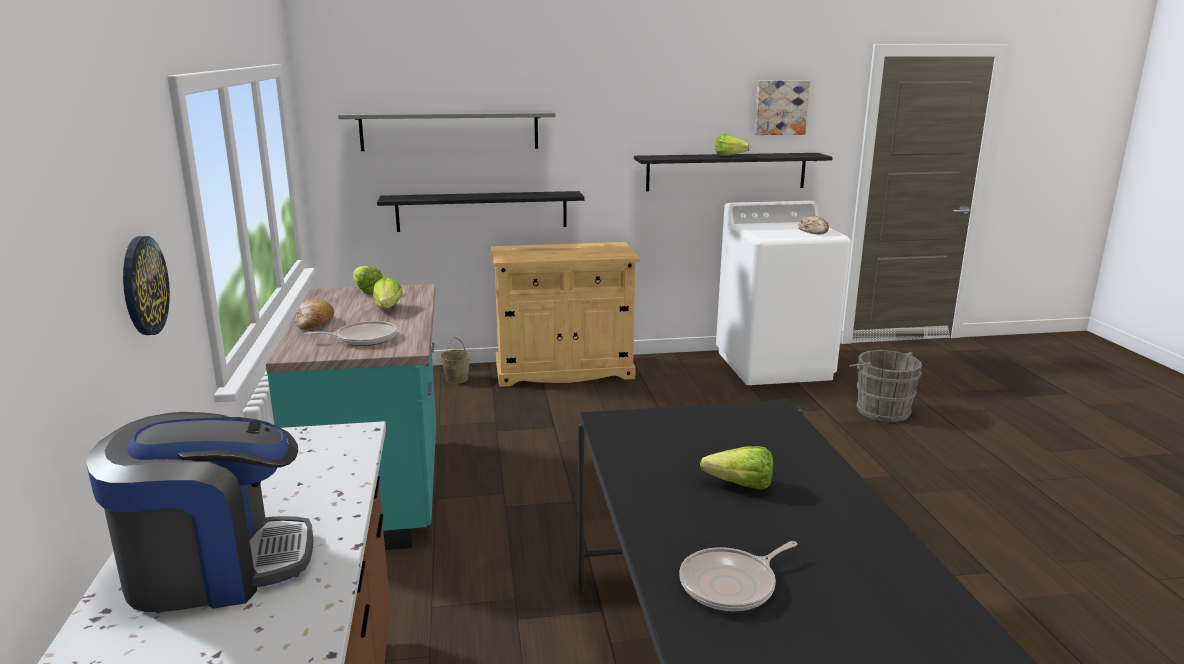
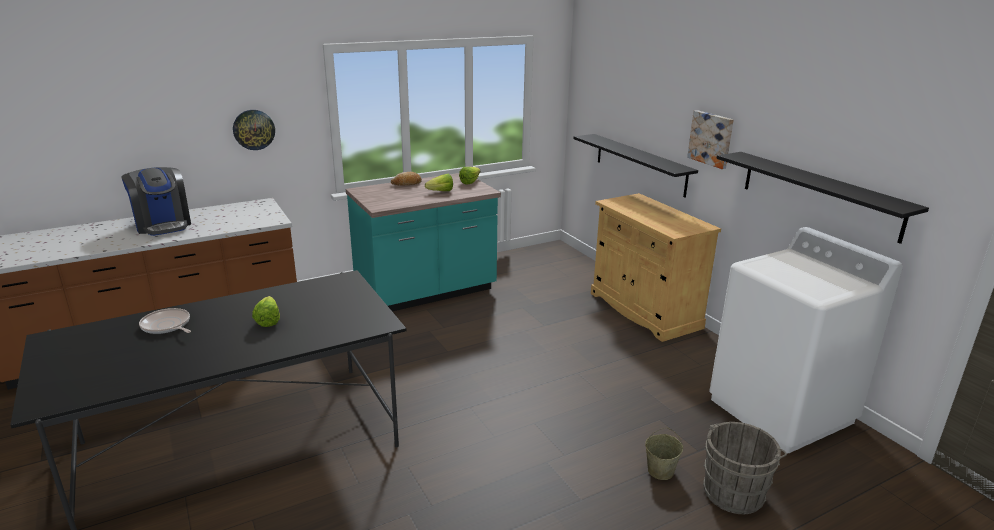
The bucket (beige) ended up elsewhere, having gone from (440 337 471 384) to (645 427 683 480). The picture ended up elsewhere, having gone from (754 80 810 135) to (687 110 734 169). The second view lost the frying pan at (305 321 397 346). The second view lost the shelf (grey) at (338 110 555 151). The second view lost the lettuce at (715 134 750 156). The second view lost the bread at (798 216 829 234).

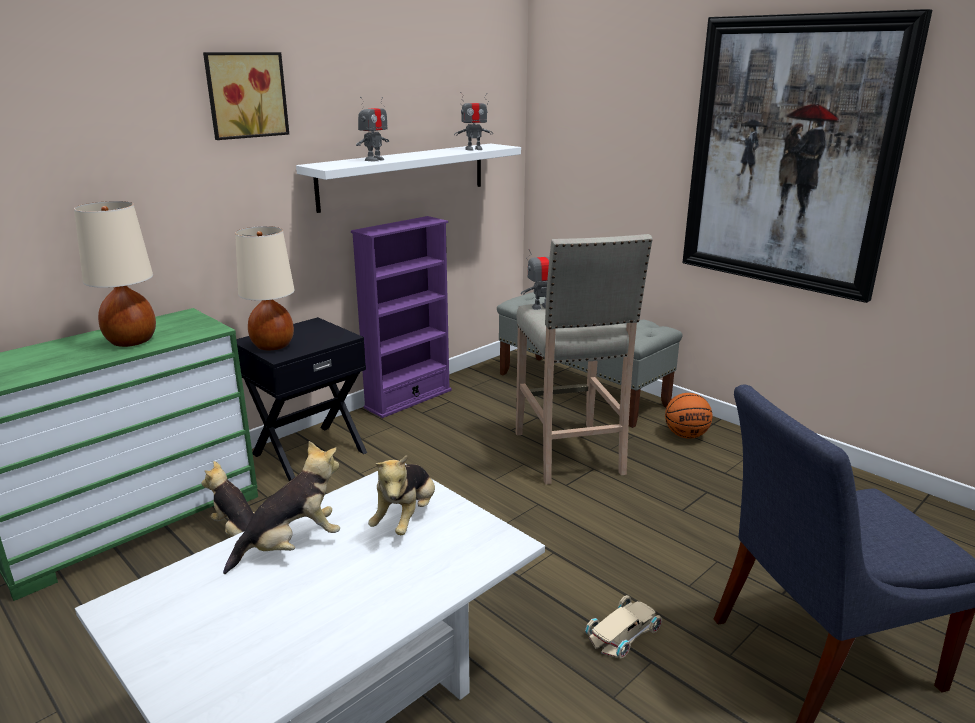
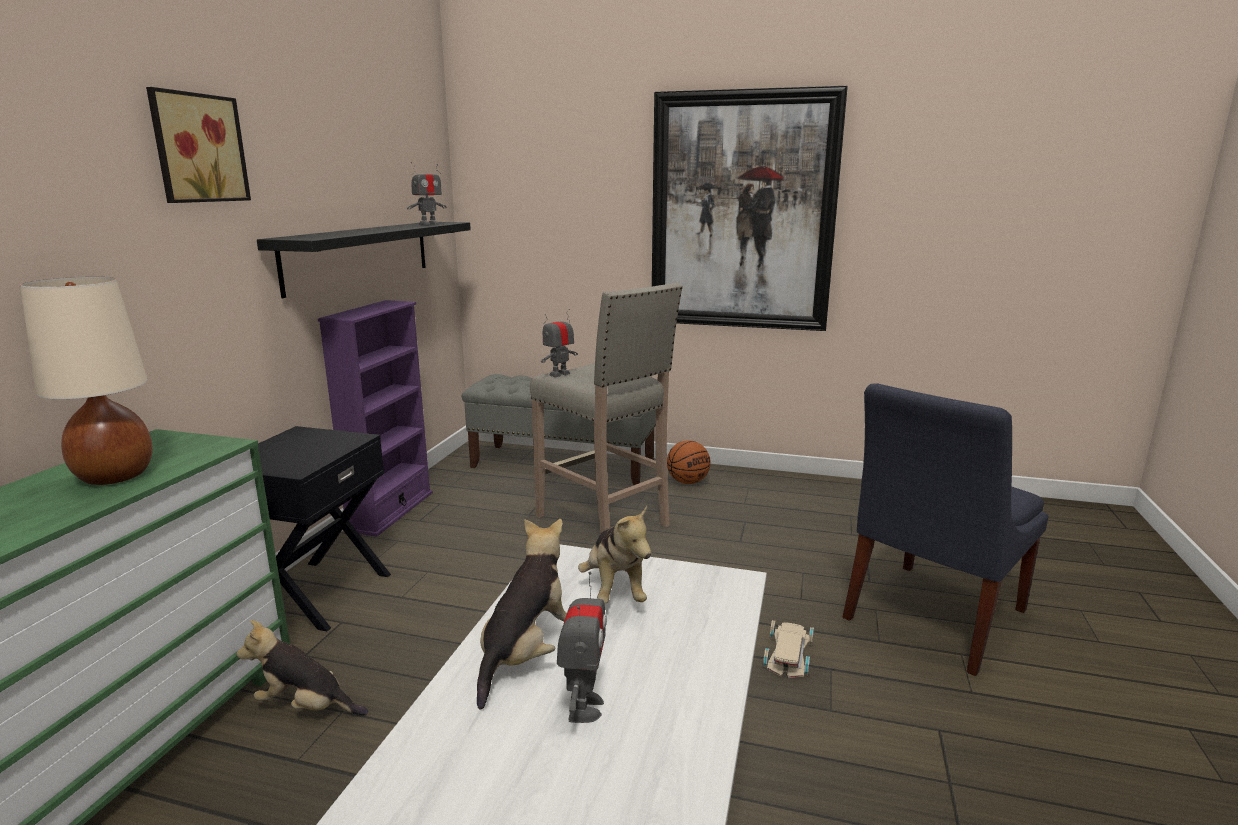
What was the shelf (white) at (296 144 521 213) turned into the shelf (black) at (257 222 471 298). The toy robot ended up elsewhere, having gone from (356 97 389 161) to (557 572 607 723). The second view lost the table lamp (beige) at (235 226 295 350).

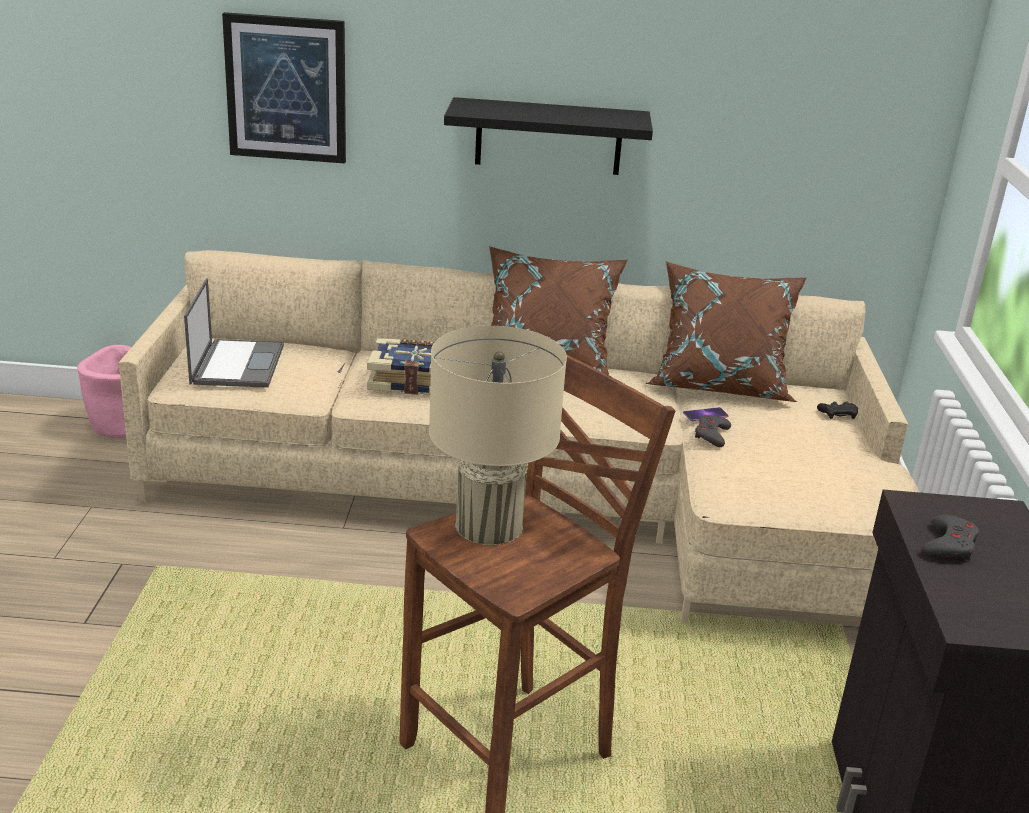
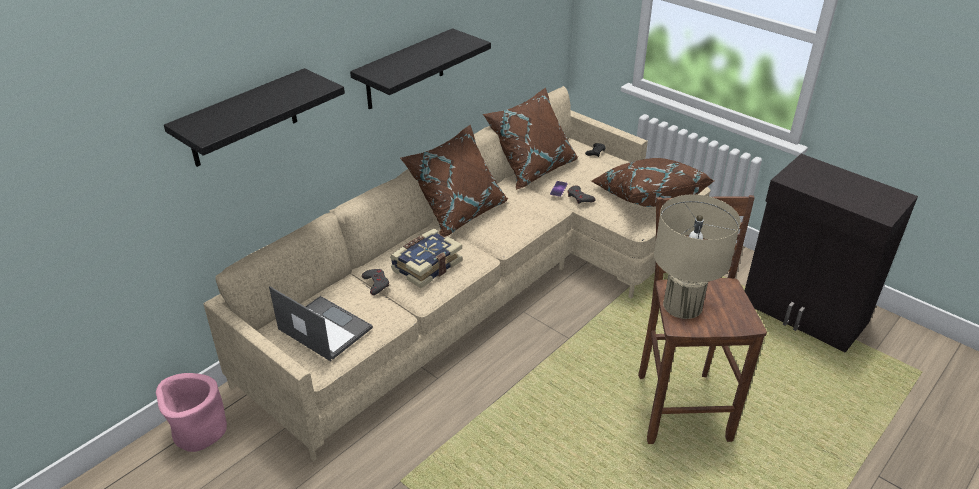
Where the picture hung at (222 12 346 163), the shelf (black) came to hang at (164 68 345 167). The game controller (grey) ended up elsewhere, having gone from (922 514 979 561) to (362 269 389 295). The second view gained the pillow (brown) at (591 158 714 207).

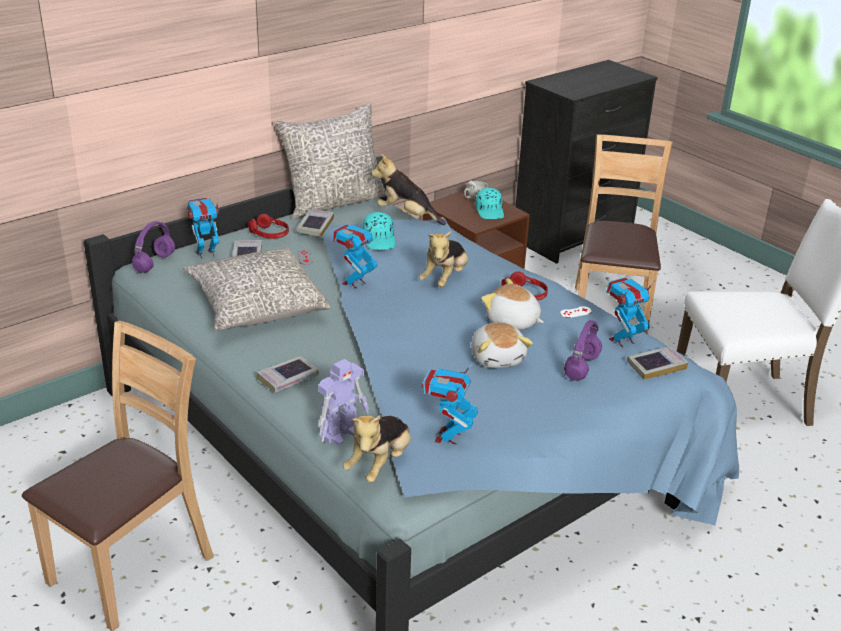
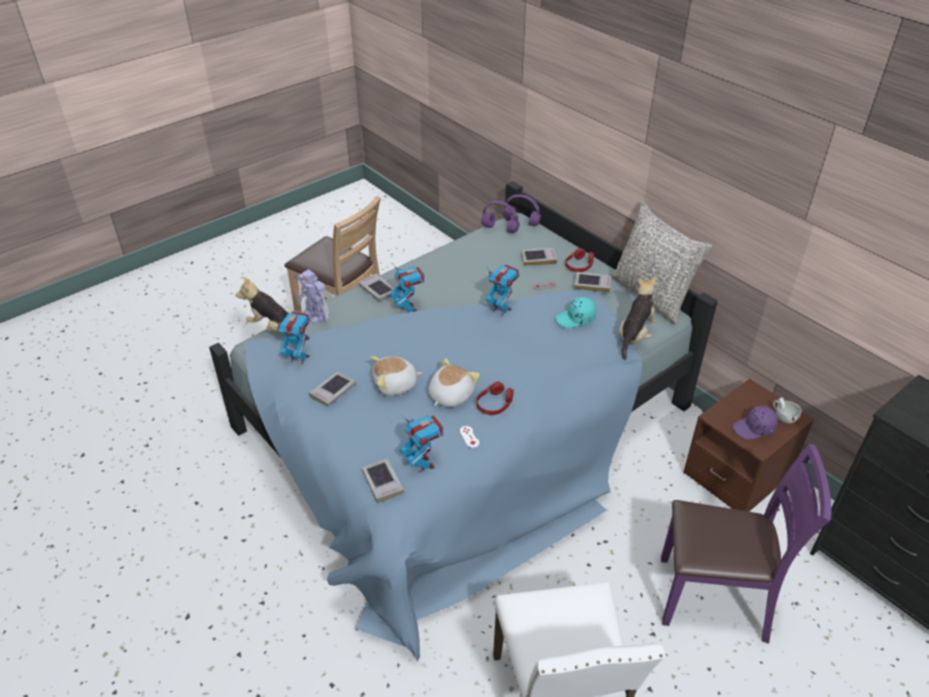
The second view gained the book at (309 372 356 407). The toy robot ended up elsewhere, having gone from (187 197 219 259) to (390 263 425 312). The headphones (purple) ended up elsewhere, having gone from (564 320 602 381) to (481 201 520 233). What was the chair (brown) at (575 134 673 334) turned into the chair (purple) at (661 444 831 644). What was the cap (turquoise) at (475 188 504 219) turned into the cap (purple) at (733 406 778 439). The second view lost the pillow (grey) at (183 247 330 331). The second view lost the plush toy at (419 231 468 287).

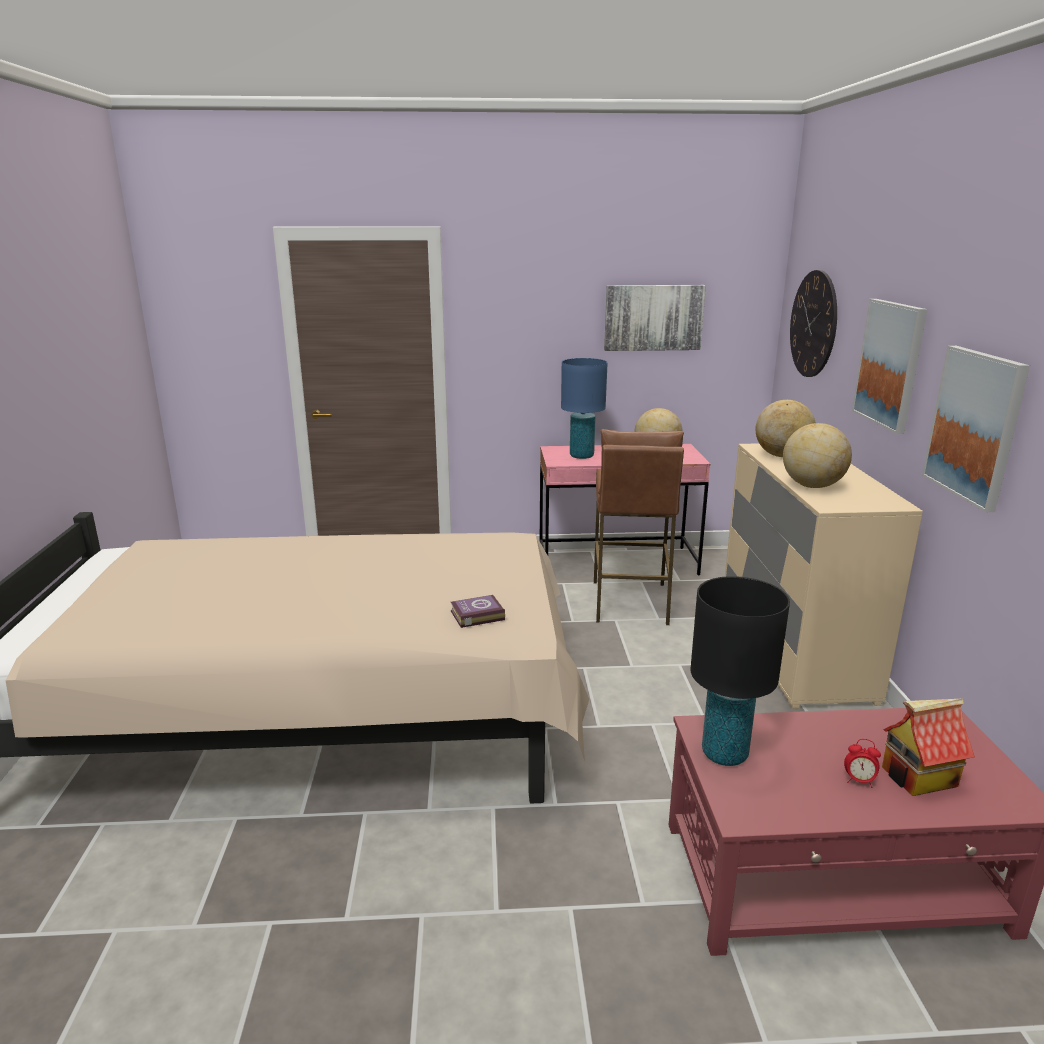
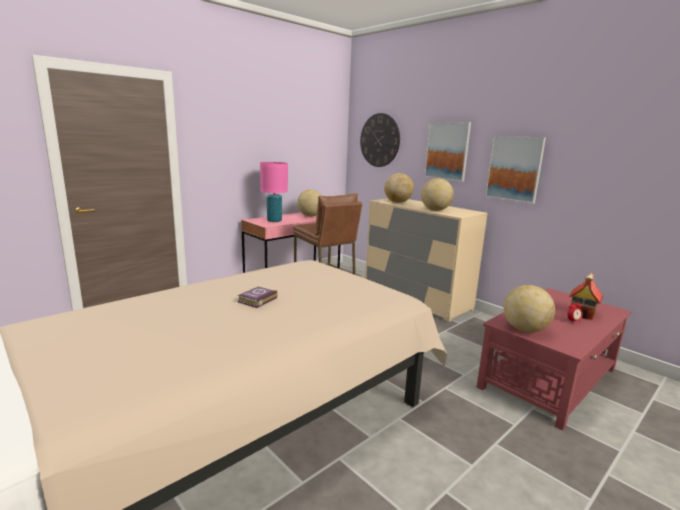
The book ended up elsewhere, having gone from (451 595 505 628) to (238 287 277 308). What was the table lamp (blue) at (561 358 608 459) turned into the table lamp (pink) at (260 162 288 222). Where the table lamp (black) stood at (691 576 790 766), the globe came to stand at (503 285 555 332). The second view lost the picture at (604 285 706 351).

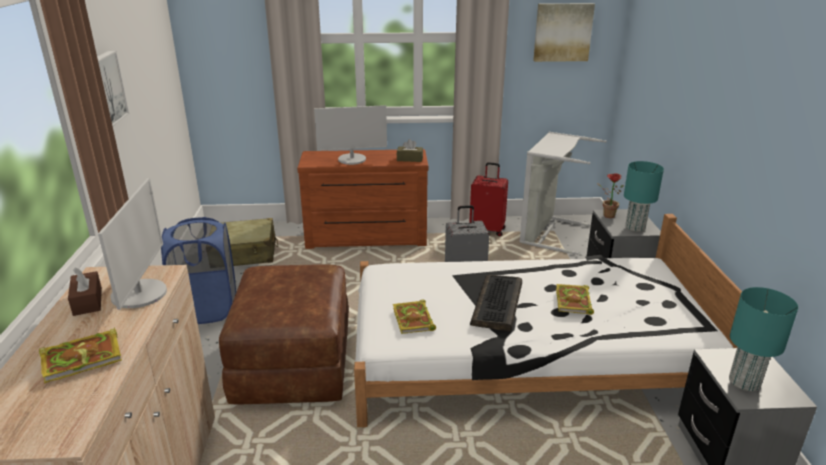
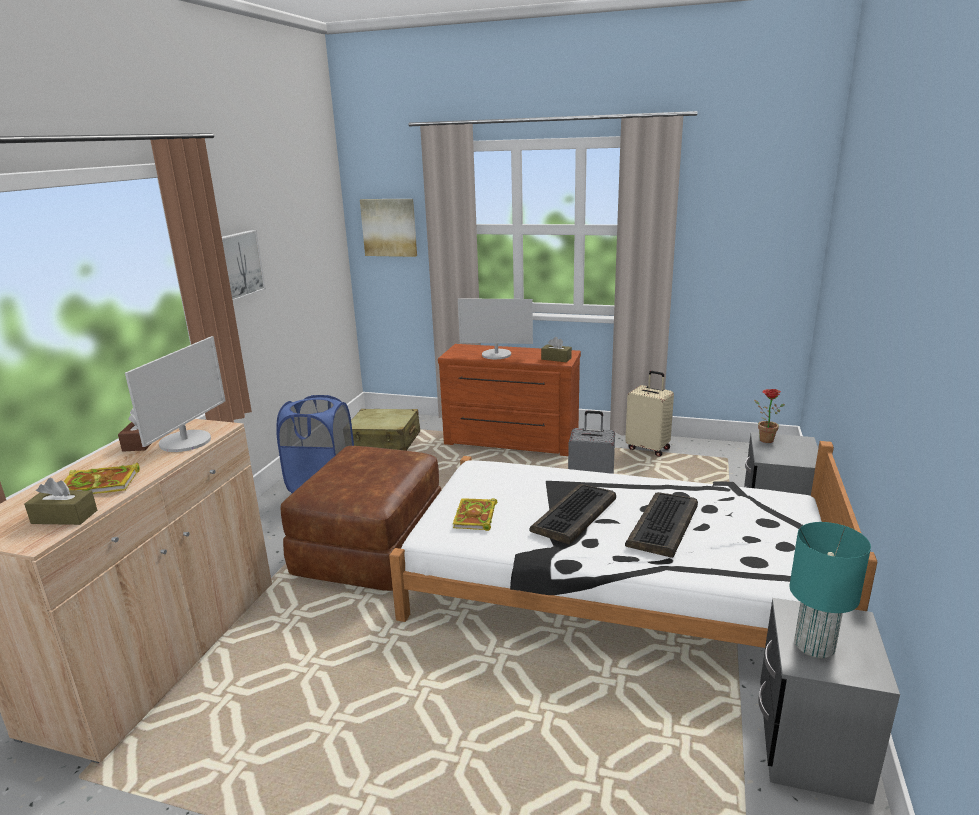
The second view gained the tissue box (brown) at (24 478 97 525). The picture ended up elsewhere, having gone from (533 3 595 62) to (360 199 417 257). What was the suitcase (red) at (469 162 508 236) turned into the suitcase (beige) at (625 371 674 457). Where the book stood at (556 284 594 315), the keyboard came to stand at (625 492 698 558). The second view lost the laundry basket (grey) at (519 132 607 255). The second view lost the table lamp (turquoise) at (624 161 664 232).

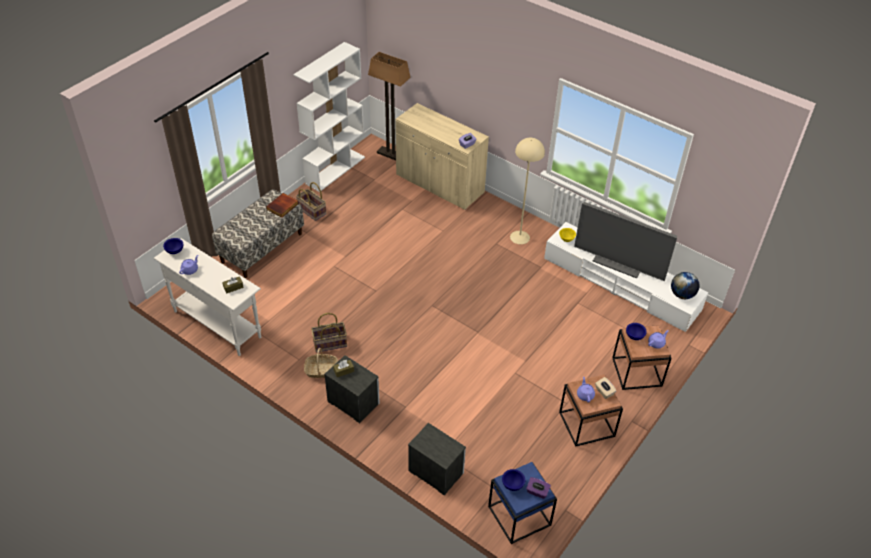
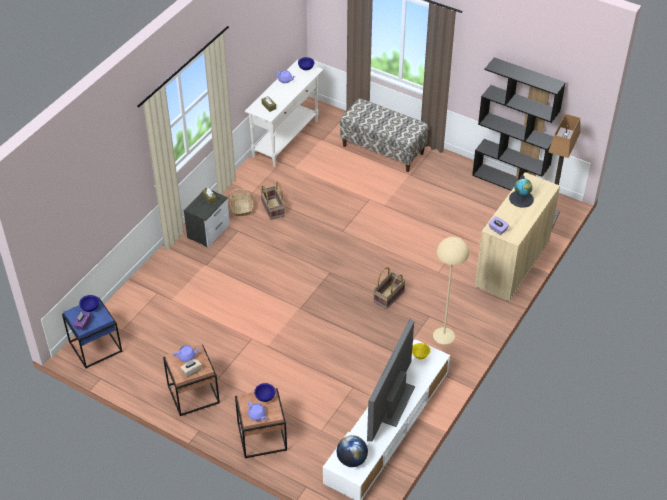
The basket ended up elsewhere, having gone from (296 182 326 221) to (374 267 406 309). What was the bookcase (white) at (293 42 365 192) turned into the bookcase (black) at (472 57 566 191). The second view gained the globe at (509 175 534 208). The second view lost the book at (266 193 299 217). The second view lost the nightstand at (408 423 466 496).

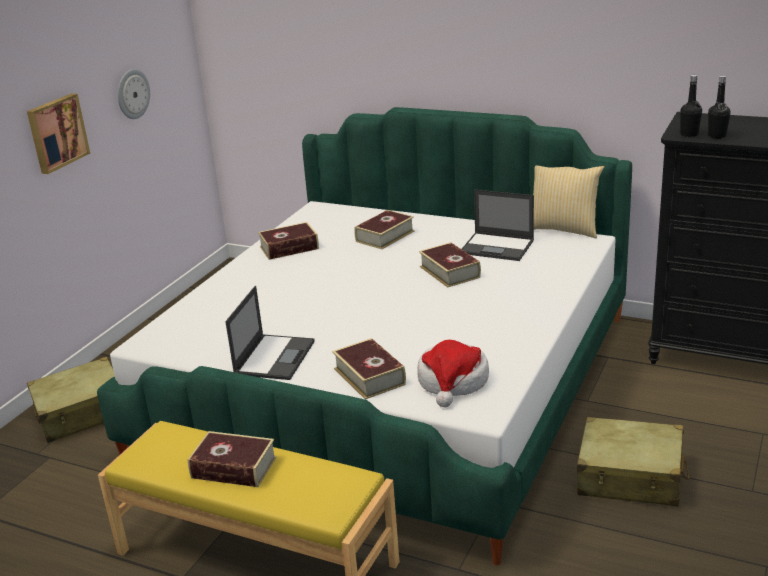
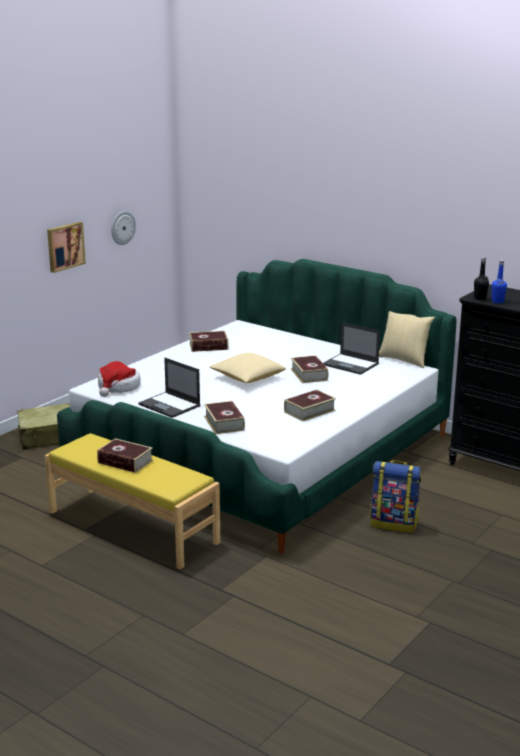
The hat ended up elsewhere, having gone from (417 340 489 407) to (98 361 141 397). The laptop at (225 286 315 380) ended up facing another way, 105 degrees clockwise from before. The second view gained the pillow at (210 352 286 383). The book ended up elsewhere, having gone from (354 210 415 249) to (284 390 336 421). Where the suitcase (beige) stood at (577 417 689 507), the backpack came to stand at (370 460 421 533). What was the bottle (black) at (708 76 731 139) turned into the bottle (blue) at (492 260 507 304).

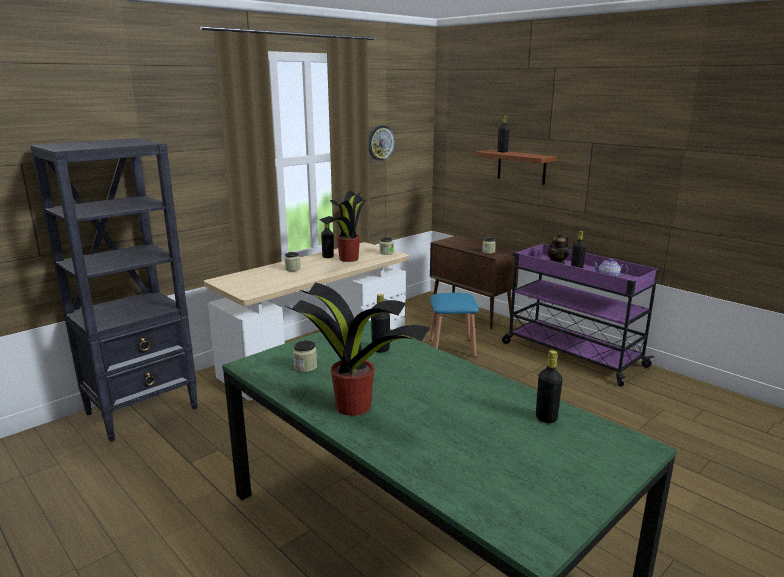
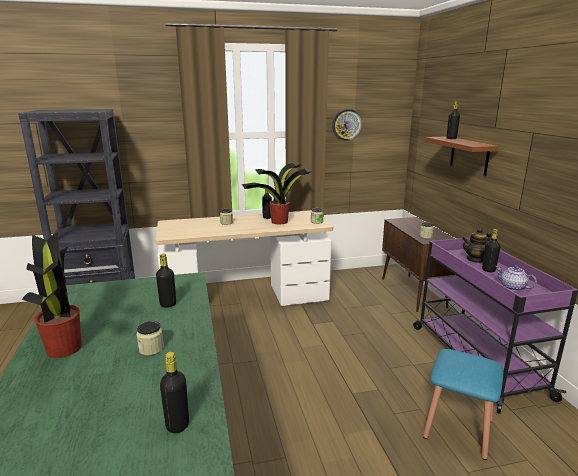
The jar ended up elsewhere, having gone from (293 340 317 372) to (136 321 164 356). The stool (blue) ended up elsewhere, having gone from (430 293 479 357) to (423 349 503 460).

